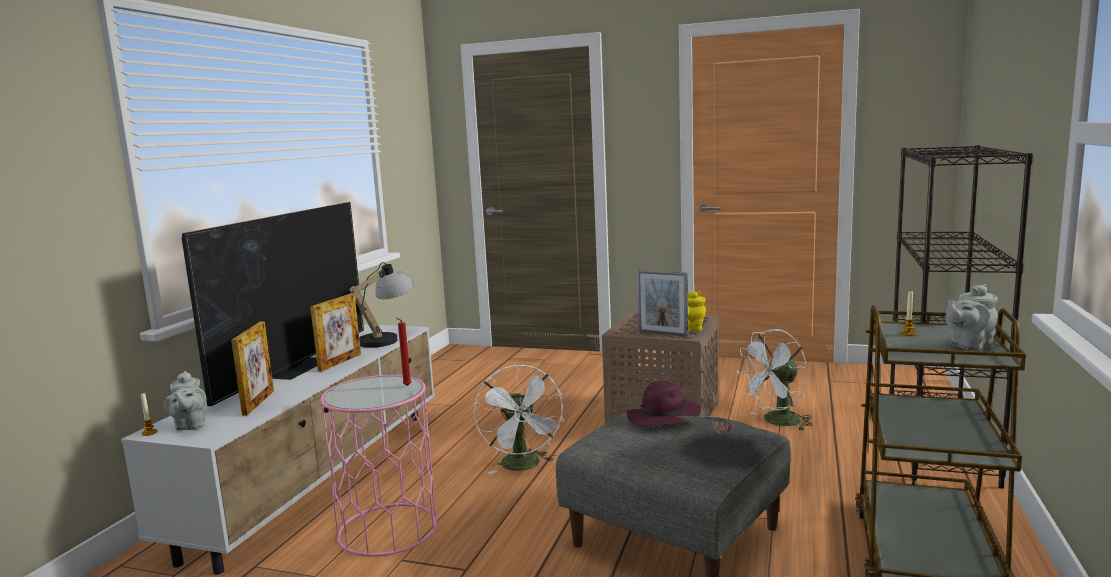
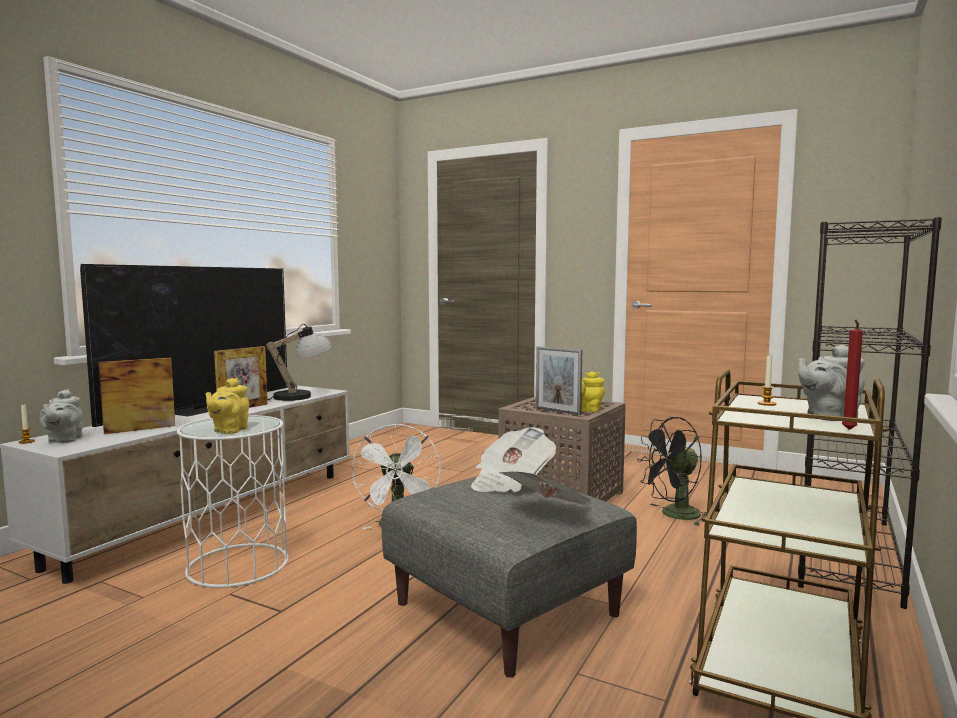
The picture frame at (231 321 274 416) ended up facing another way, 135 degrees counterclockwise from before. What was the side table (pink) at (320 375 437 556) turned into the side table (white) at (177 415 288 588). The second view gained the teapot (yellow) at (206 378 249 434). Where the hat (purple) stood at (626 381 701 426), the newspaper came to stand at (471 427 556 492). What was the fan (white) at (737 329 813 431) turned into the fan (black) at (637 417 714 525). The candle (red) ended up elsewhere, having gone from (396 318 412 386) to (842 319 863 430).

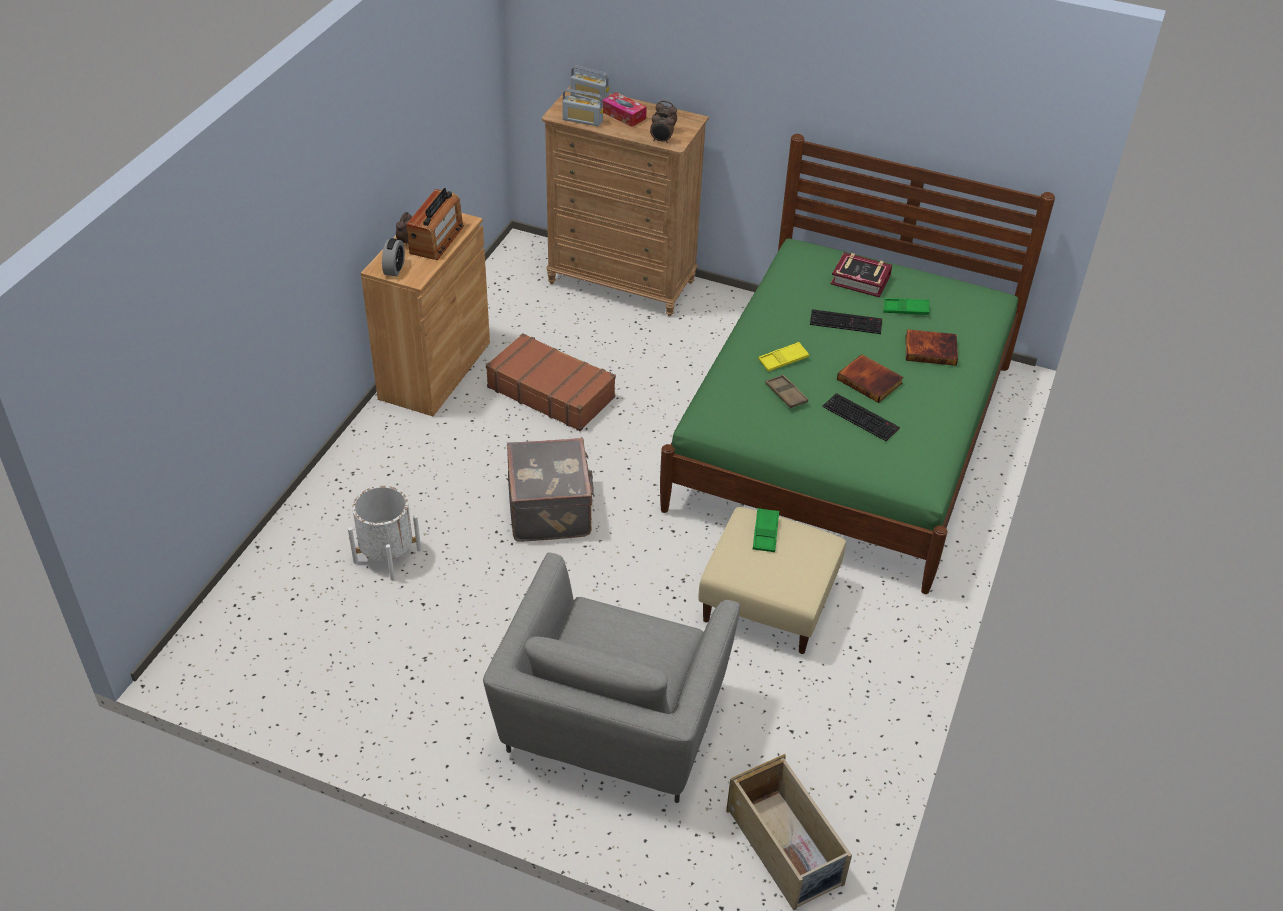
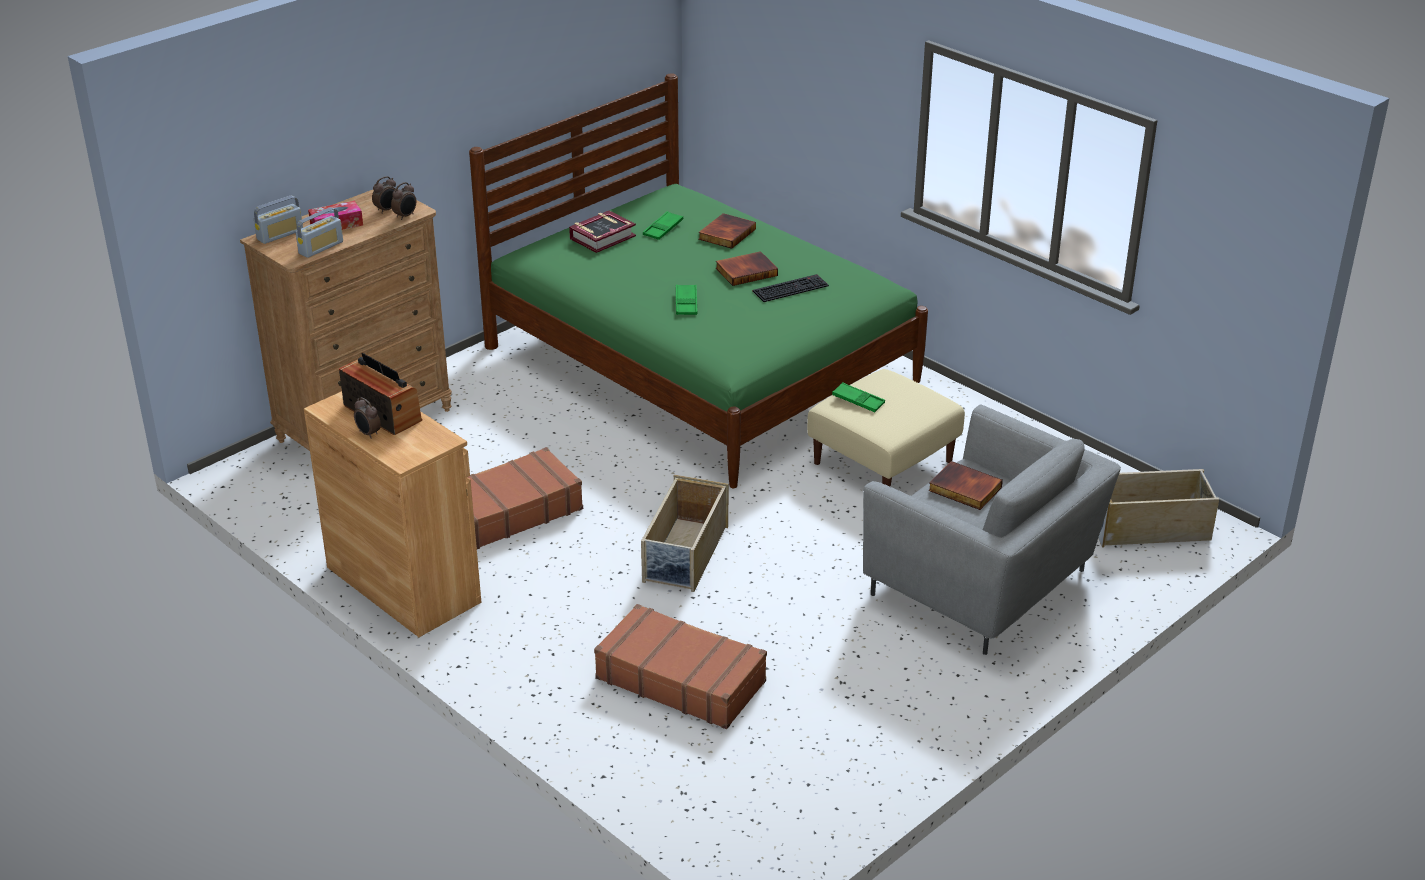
Where the planter (white) stood at (348 486 421 581), the suitcase (brown) came to stand at (594 604 767 729). Where the suitcase (grey) stood at (507 438 595 542), the storage box (beige) came to stand at (641 475 728 592). What was the tray (yellow) at (758 342 809 372) turned into the tray (green) at (676 284 697 315). The second view gained the book at (928 461 1003 510). The second view lost the alarm clock at (382 238 405 276). The second view lost the tray (brown) at (765 374 808 408). The second view lost the keyboard at (810 309 882 334).

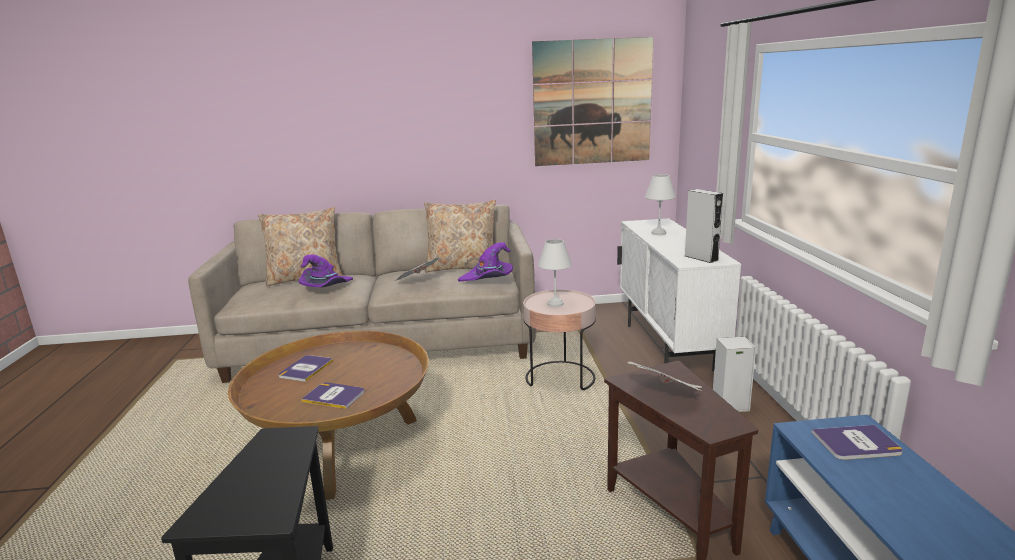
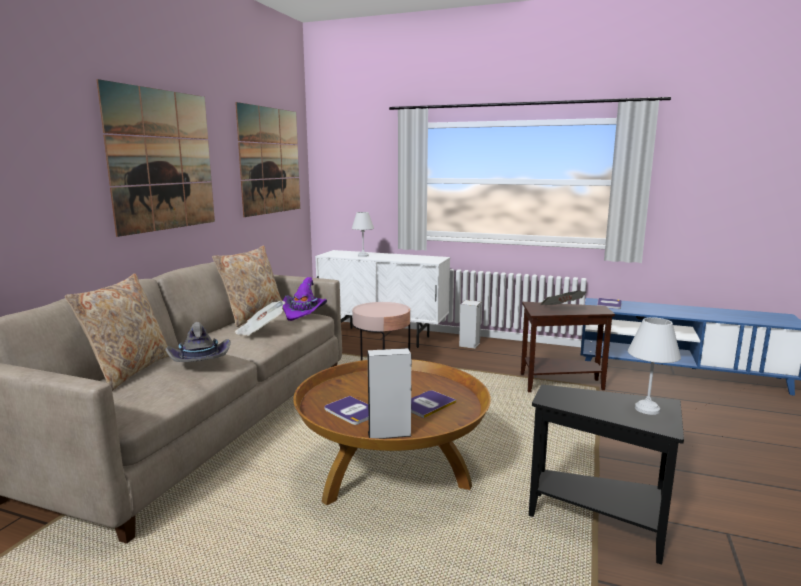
The second view gained the picture at (96 79 215 237). What was the hat (purple) at (299 255 353 287) turned into the hat (grey) at (166 322 231 362). The speaker (grey) ended up elsewhere, having gone from (685 189 723 263) to (367 348 412 439). The table lamp (white) ended up elsewhere, having gone from (538 239 572 307) to (628 317 681 415).

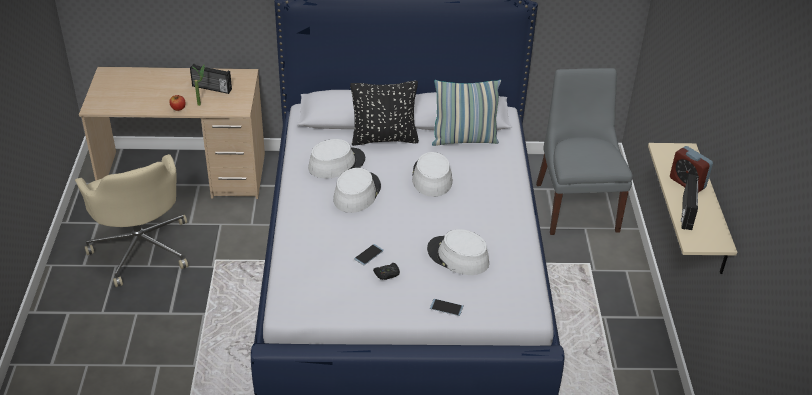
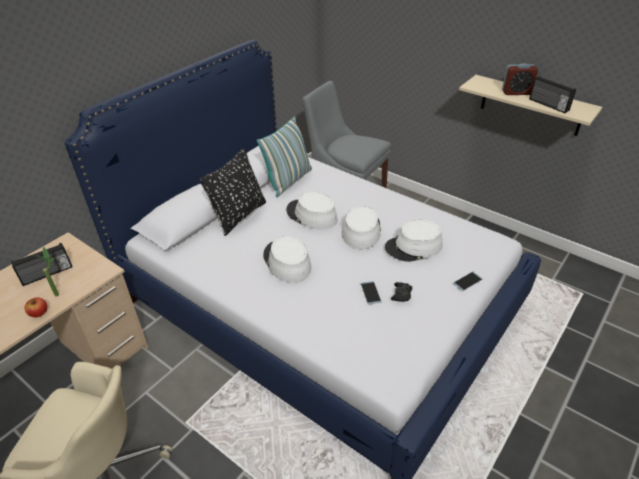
The hat (white) ended up elsewhere, having gone from (308 139 365 178) to (342 206 381 249).

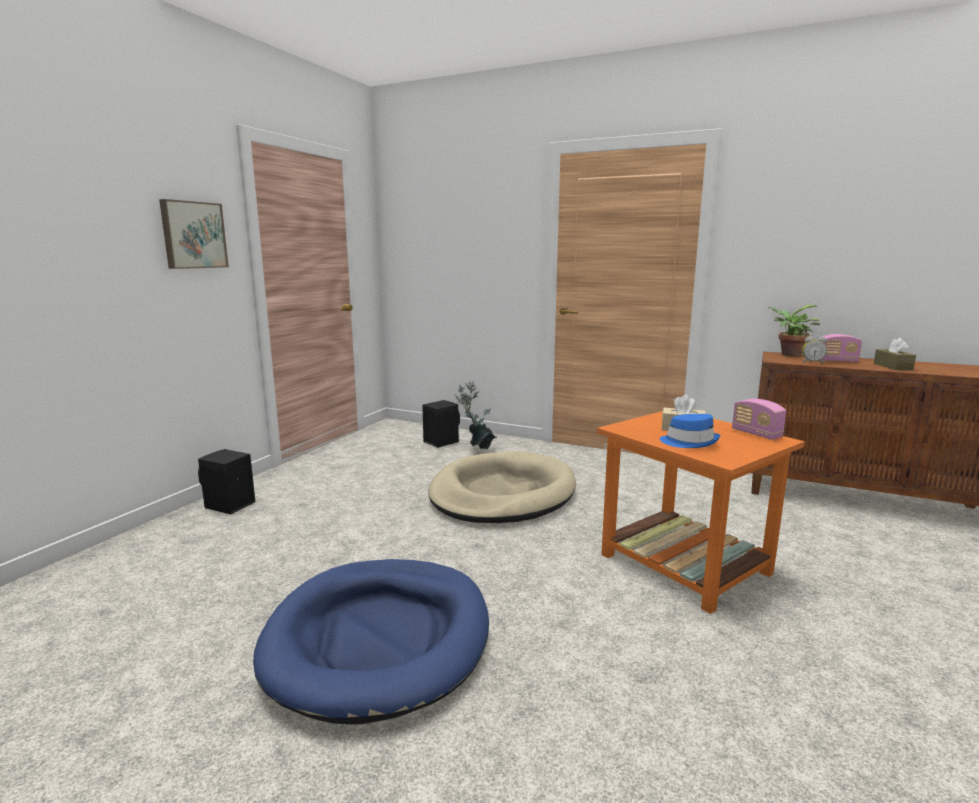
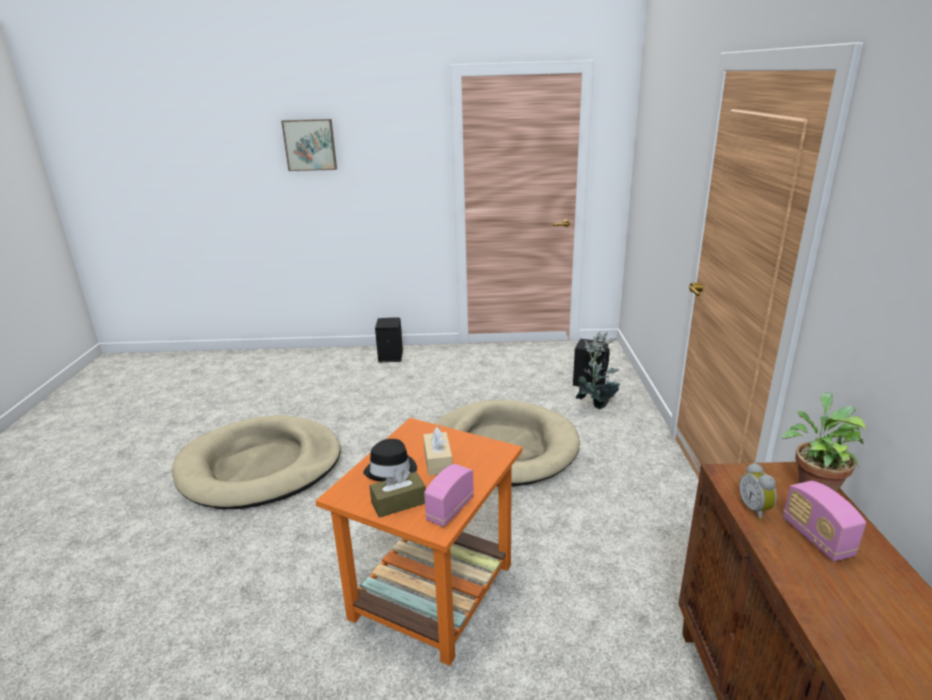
What was the dog bed (blue) at (253 559 489 724) turned into the dog bed (beige) at (172 415 340 509). The picture ended up elsewhere, having gone from (159 199 229 269) to (281 119 337 171). What was the hat (blue) at (659 414 720 448) turned into the hat (black) at (363 439 417 482). The tissue box (brown) ended up elsewhere, having gone from (874 338 916 370) to (369 468 426 518).

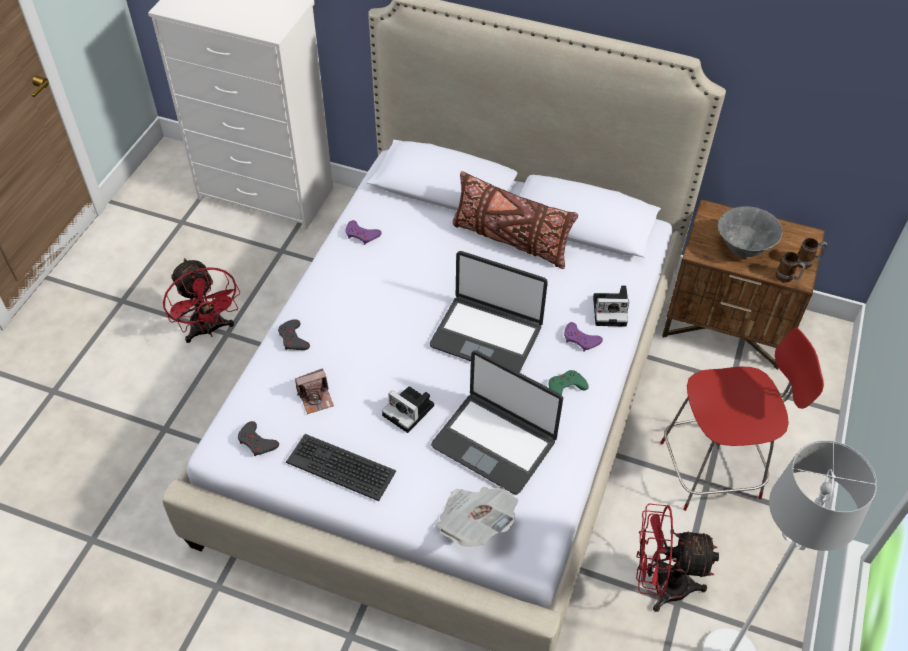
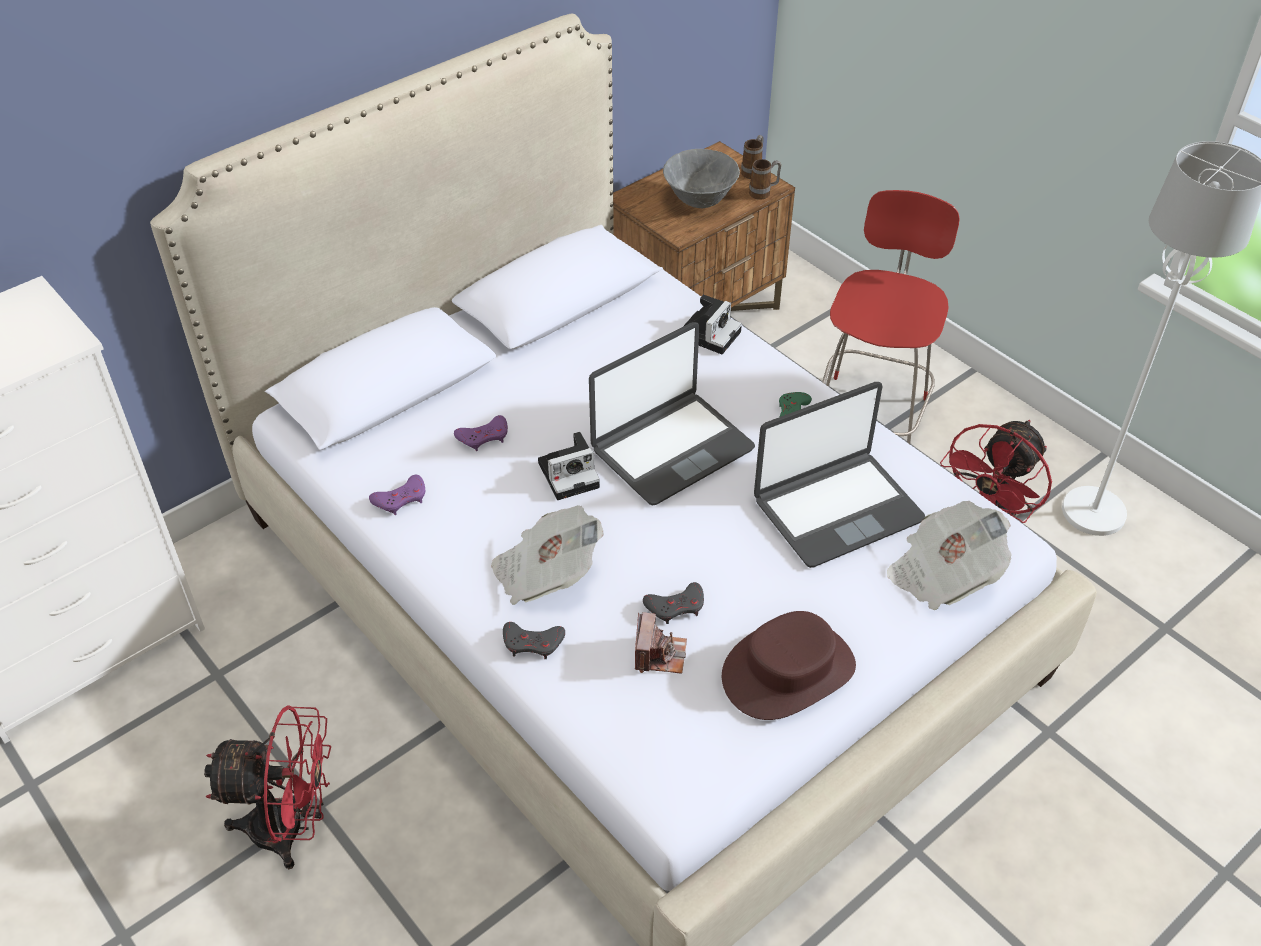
The game controller (purple) ended up elsewhere, having gone from (564 322 603 352) to (454 415 508 451). The second view gained the newspaper at (491 505 603 605). The photo camera ended up elsewhere, having gone from (382 386 434 433) to (538 432 600 500). The game controller (grey) ended up elsewhere, having gone from (238 421 279 456) to (643 582 704 624). Where the keyboard stood at (286 434 396 501), the hat (brown) came to stand at (722 611 856 720). The second view lost the pillow (brown) at (452 171 578 269).

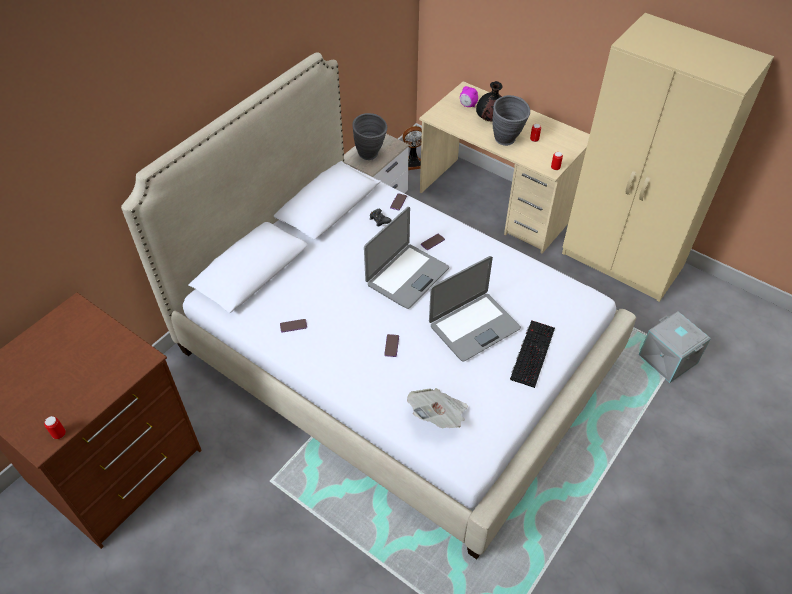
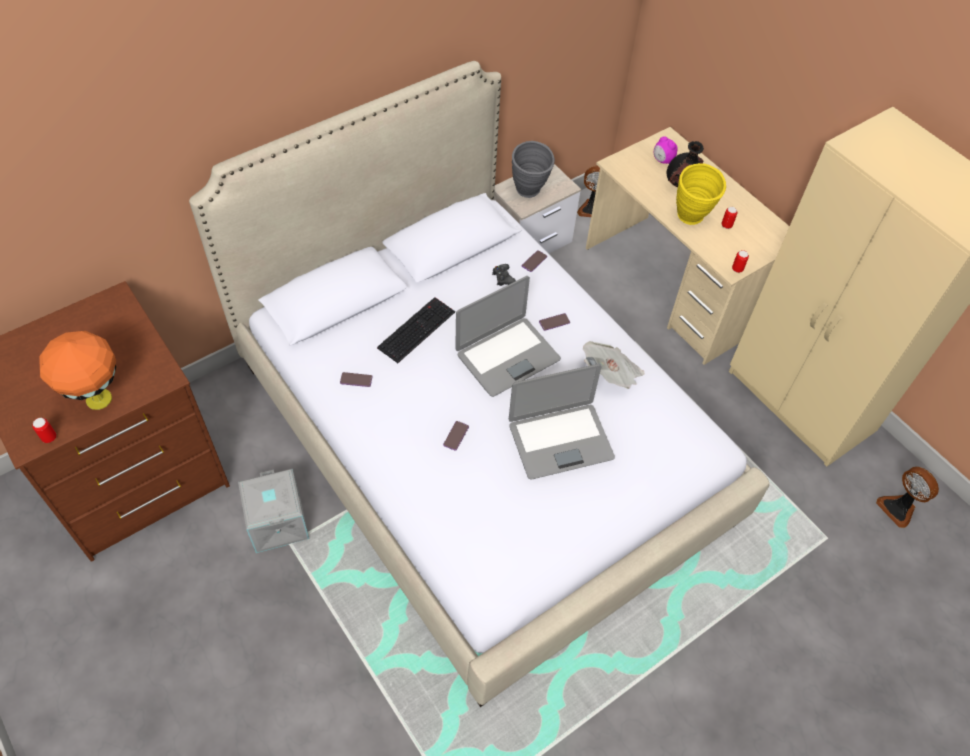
The second view gained the table lamp (orange) at (39 331 116 410). The storage box (grey) ended up elsewhere, having gone from (639 311 711 383) to (238 469 309 553). The keyboard ended up elsewhere, having gone from (510 320 555 388) to (377 297 455 363). The newspaper ended up elsewhere, having gone from (407 388 468 428) to (583 341 645 389). What was the vase (grey) at (493 95 530 146) turned into the vase (yellow) at (676 163 726 225). The second view gained the fan at (876 467 939 528).

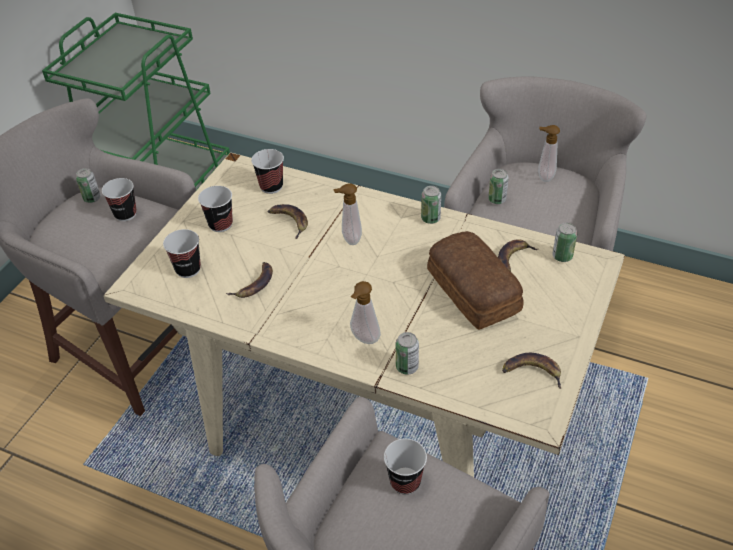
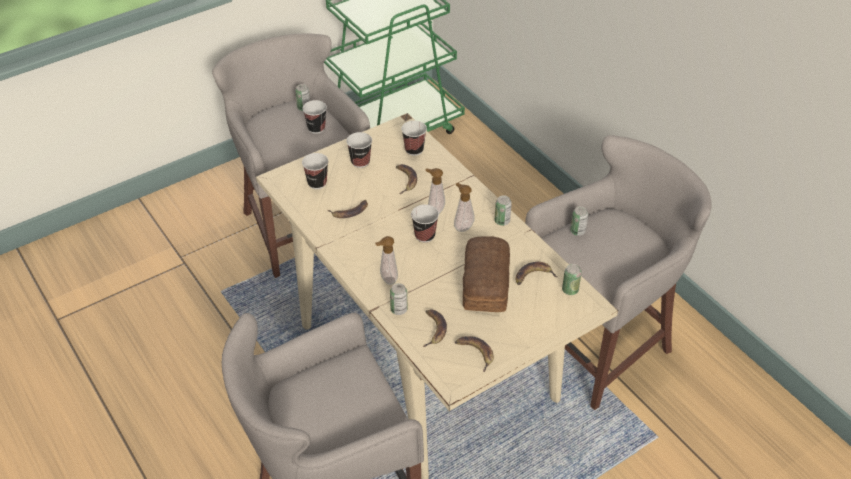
The cup ended up elsewhere, having gone from (384 439 427 495) to (411 205 439 243). The second view gained the banana at (423 309 447 347). The soap dispenser ended up elsewhere, having gone from (538 125 560 182) to (454 183 475 232).

